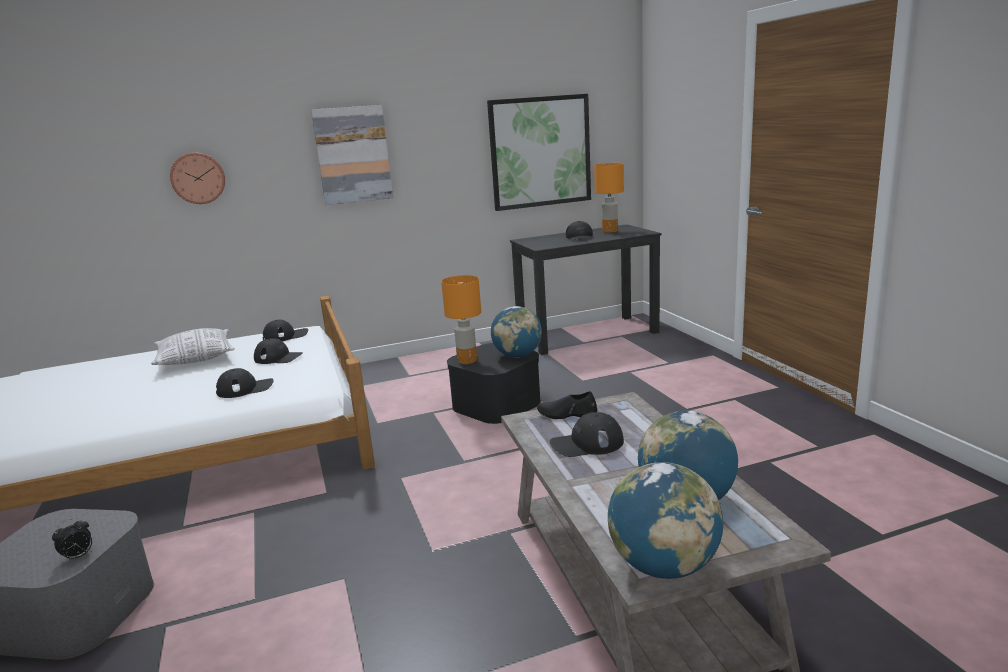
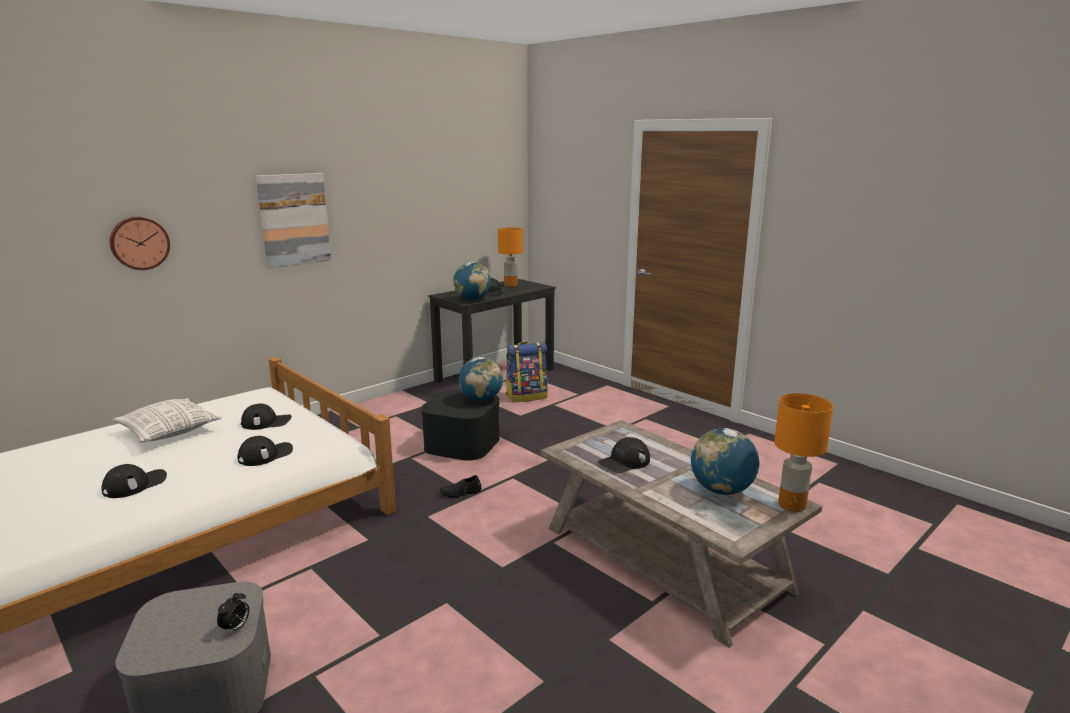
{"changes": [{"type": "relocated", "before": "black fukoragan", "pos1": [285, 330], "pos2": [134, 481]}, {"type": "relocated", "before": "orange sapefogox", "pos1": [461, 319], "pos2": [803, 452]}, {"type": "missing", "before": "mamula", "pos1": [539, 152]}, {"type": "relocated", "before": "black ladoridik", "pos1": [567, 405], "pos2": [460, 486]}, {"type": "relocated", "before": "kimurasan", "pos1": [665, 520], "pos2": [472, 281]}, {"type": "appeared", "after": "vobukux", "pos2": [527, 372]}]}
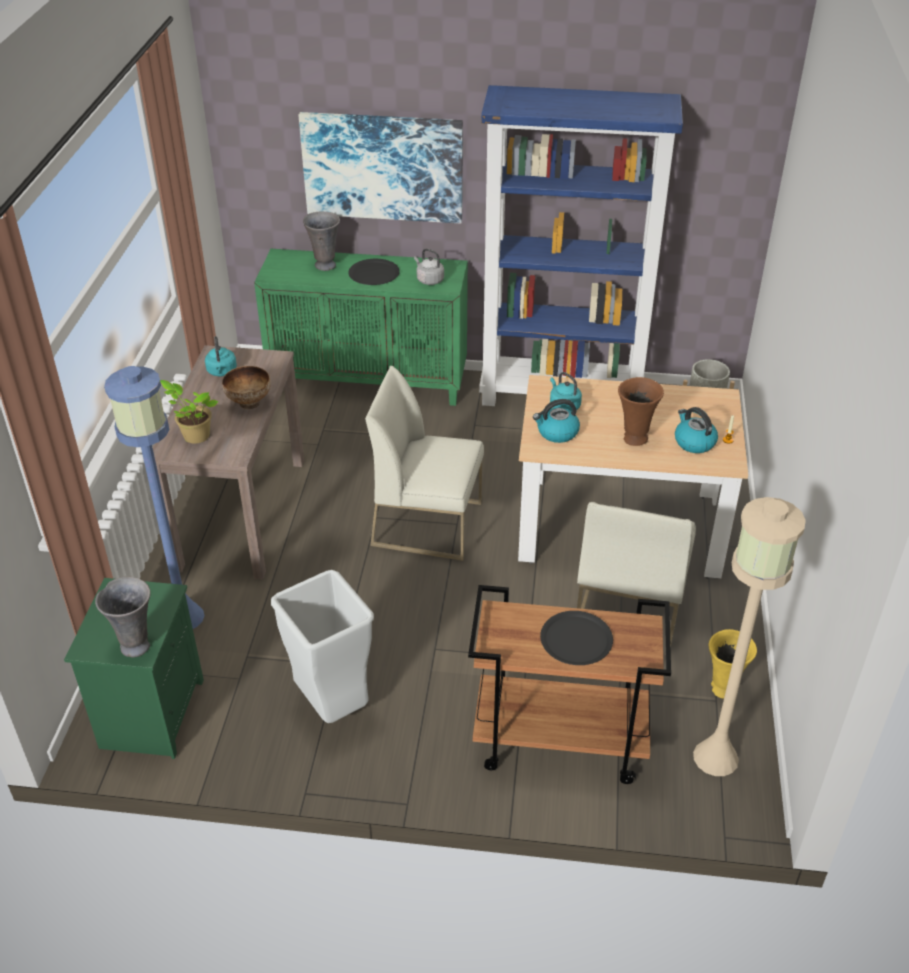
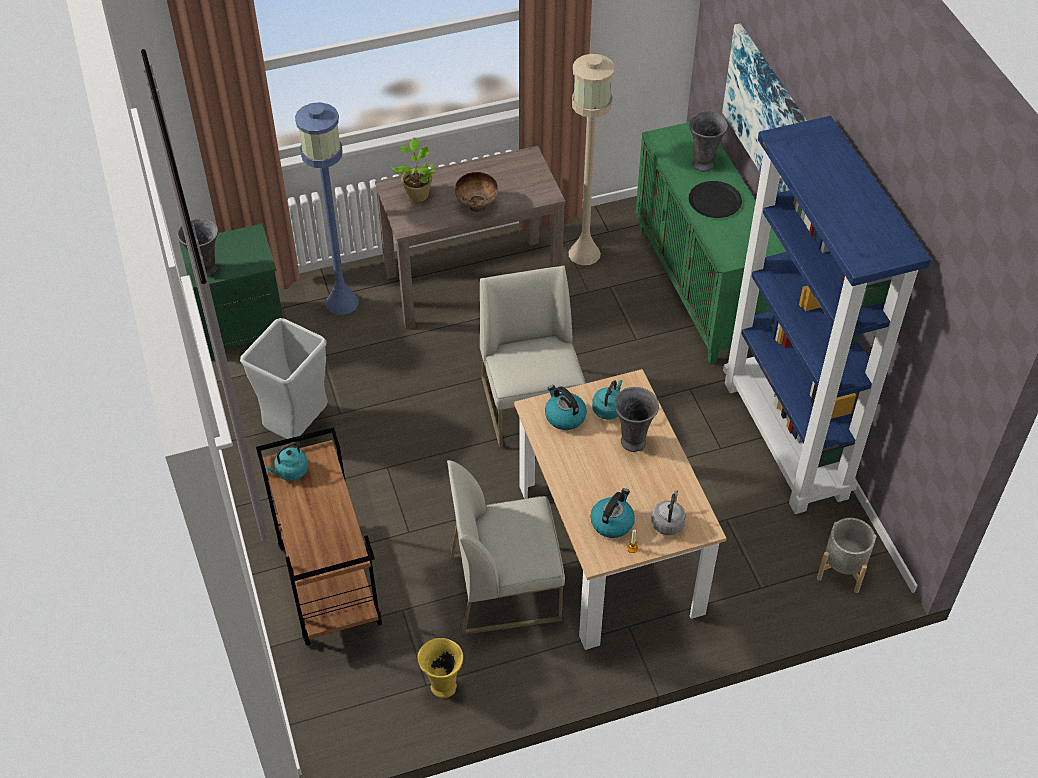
{"changes": [{"type": "relocated", "before": "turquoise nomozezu", "pos1": [221, 356], "pos2": [286, 461]}, {"type": "relocated", "before": "grey nomozezu", "pos1": [429, 266], "pos2": [668, 512]}, {"type": "missing", "before": "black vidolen", "pos1": [576, 638]}, {"type": "missing", "before": "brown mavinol", "pos1": [641, 411]}, {"type": "relocated", "before": "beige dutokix", "pos1": [749, 636], "pos2": [592, 159]}, {"type": "appeared", "after": "grey mavinol", "pos2": [637, 419]}]}
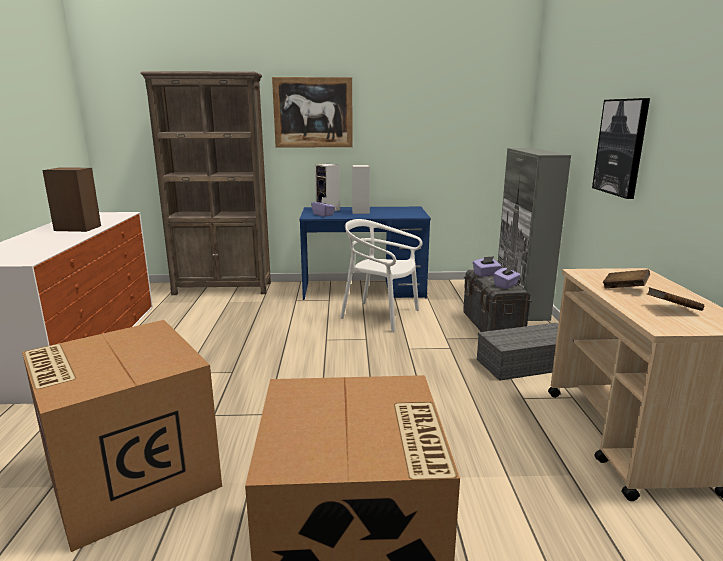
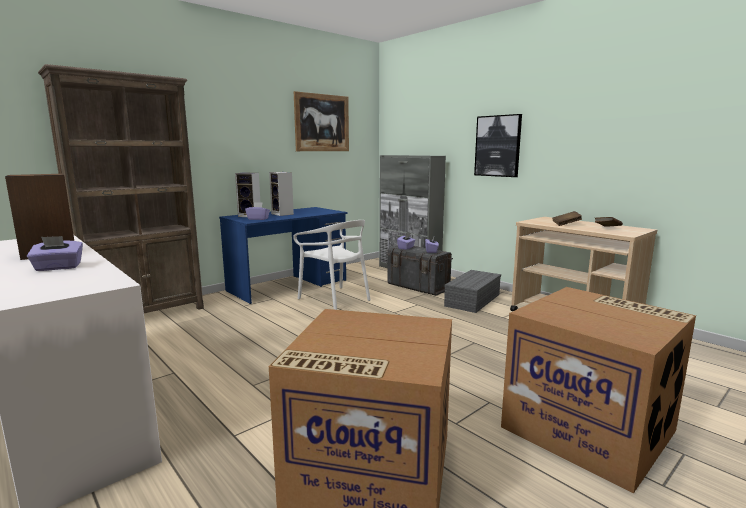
{"changes": [{"type": "relocated", "before": "mamula", "pos1": [312, 112], "pos2": [321, 121]}, {"type": "spun", "before": "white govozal", "pos1": [381, 275], "pos2": [332, 265], "turn": -120}, {"type": "appeared", "after": "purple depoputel", "pos2": [55, 253]}]}
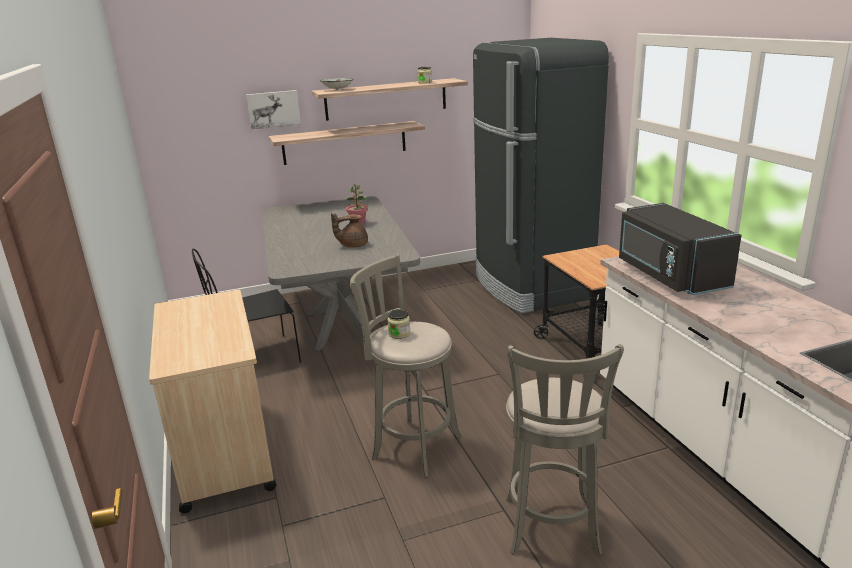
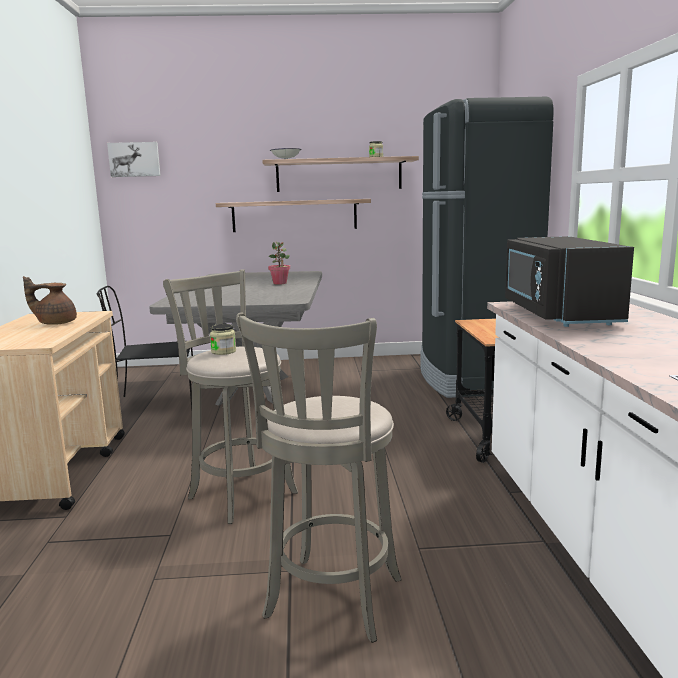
{"changes": [{"type": "relocated", "before": "mamula", "pos1": [273, 110], "pos2": [134, 159]}, {"type": "relocated", "before": "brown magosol", "pos1": [349, 230], "pos2": [50, 300]}]}
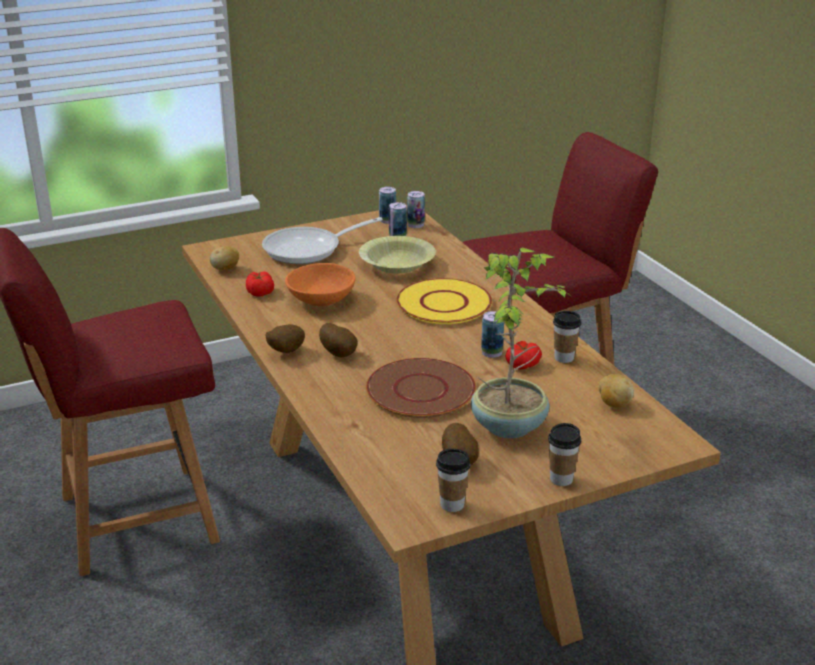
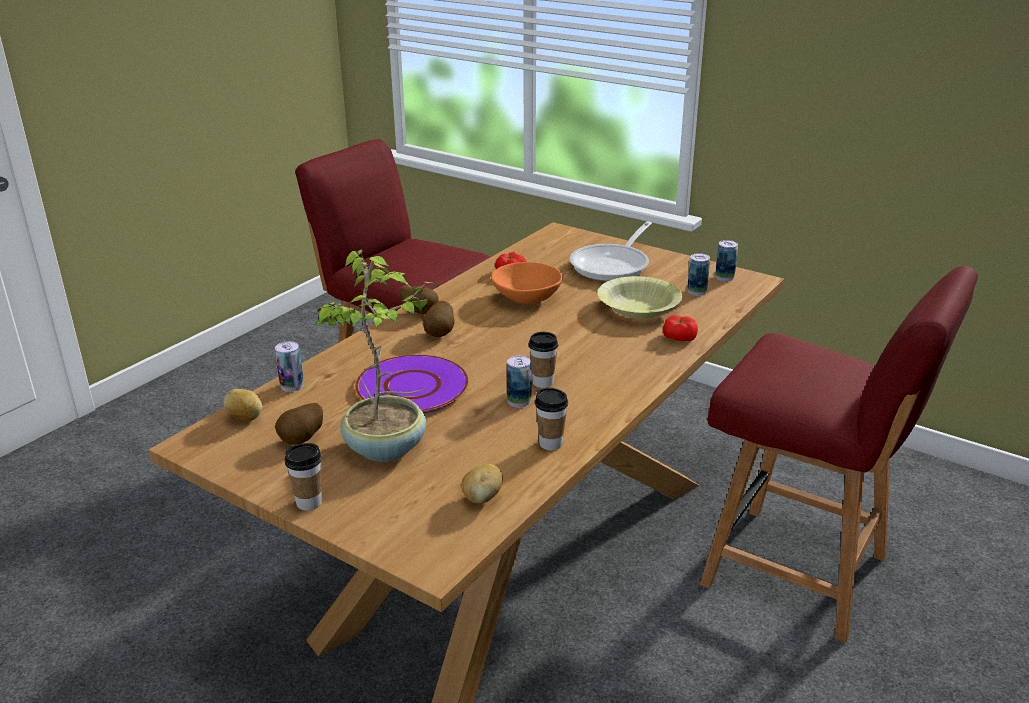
{"changes": [{"type": "relocated", "before": "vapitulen", "pos1": [224, 258], "pos2": [243, 405]}, {"type": "spun", "before": "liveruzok", "pos1": [322, 240], "pos2": [611, 251], "turn": -90}, {"type": "colour", "before": "brown vidolen", "after": "purple vidolen", "pos1": [421, 388], "pos2": [412, 384]}, {"type": "missing", "before": "yellow vidolen", "pos1": [444, 301]}, {"type": "relocated", "before": "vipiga", "pos1": [416, 209], "pos2": [289, 366]}, {"type": "relocated", "before": "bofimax", "pos1": [453, 480], "pos2": [543, 360]}, {"type": "relocated", "before": "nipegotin", "pos1": [524, 355], "pos2": [680, 328]}]}
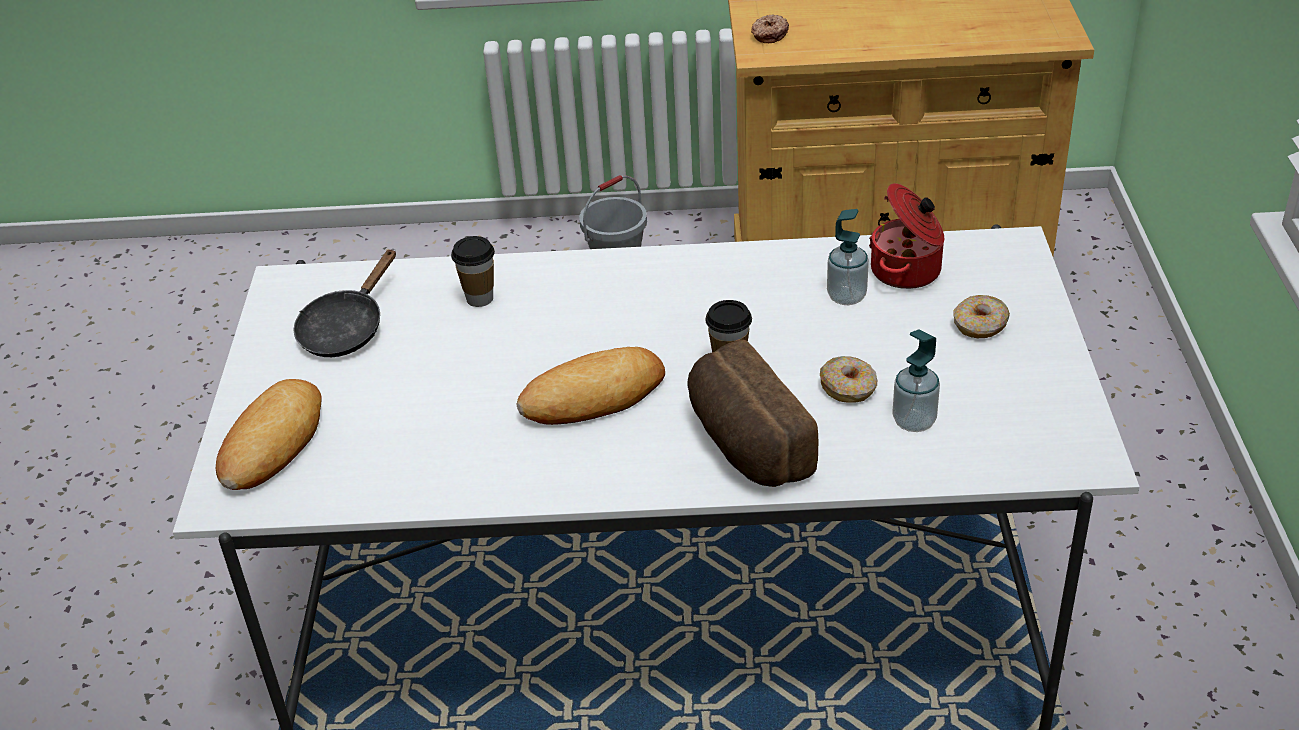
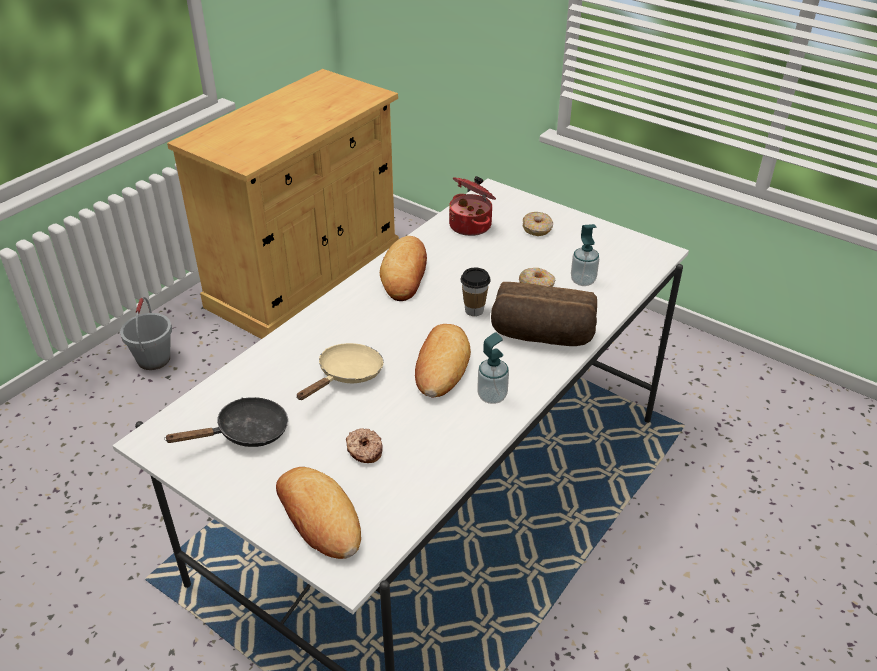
{"changes": [{"type": "spun", "before": "black liveruzok", "pos1": [344, 303], "pos2": [226, 422], "turn": -90}, {"type": "missing", "before": "bofimax", "pos1": [473, 271]}, {"type": "relocated", "before": "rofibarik", "pos1": [770, 28], "pos2": [364, 445]}, {"type": "relocated", "before": "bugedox", "pos1": [848, 257], "pos2": [493, 368]}, {"type": "appeared", "after": "beige liveruzok", "pos2": [340, 371]}, {"type": "appeared", "after": "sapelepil", "pos2": [403, 268]}]}
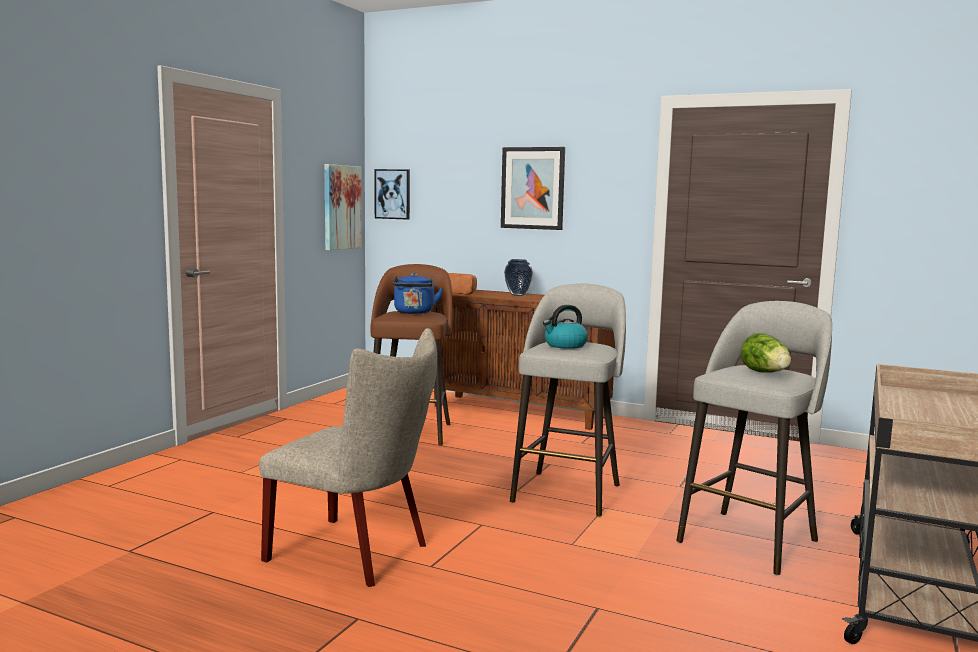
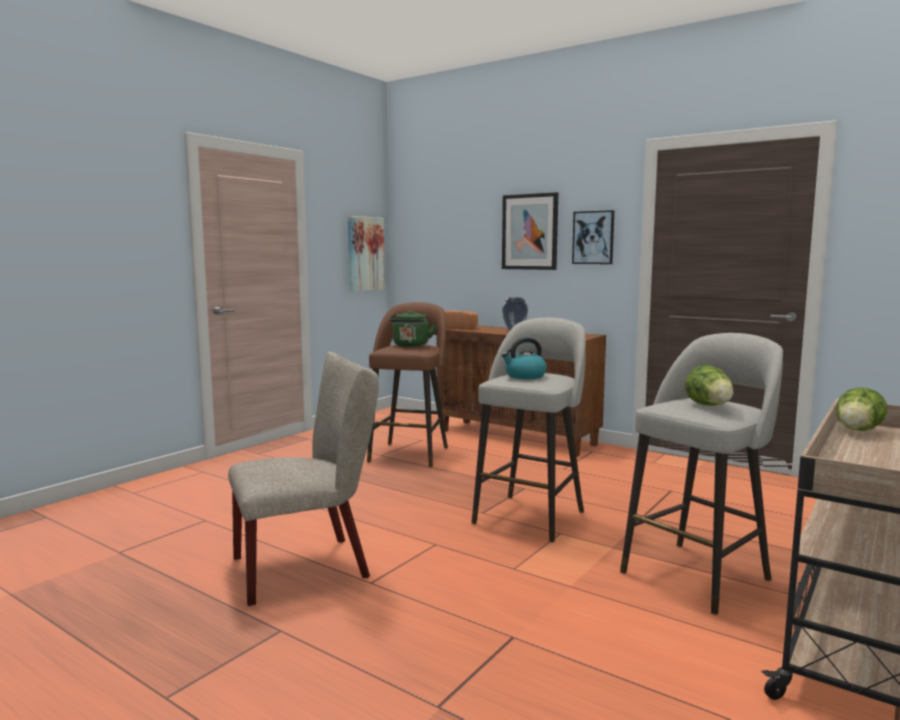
{"changes": [{"type": "spun", "before": "beige govozal", "pos1": [348, 457], "pos2": [303, 479], "turn": -60}, {"type": "relocated", "before": "mamula", "pos1": [392, 194], "pos2": [593, 237]}, {"type": "colour", "before": "blue nomozezu", "after": "green nomozezu", "pos1": [418, 293], "pos2": [413, 328]}, {"type": "appeared", "after": "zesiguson", "pos2": [862, 409]}]}
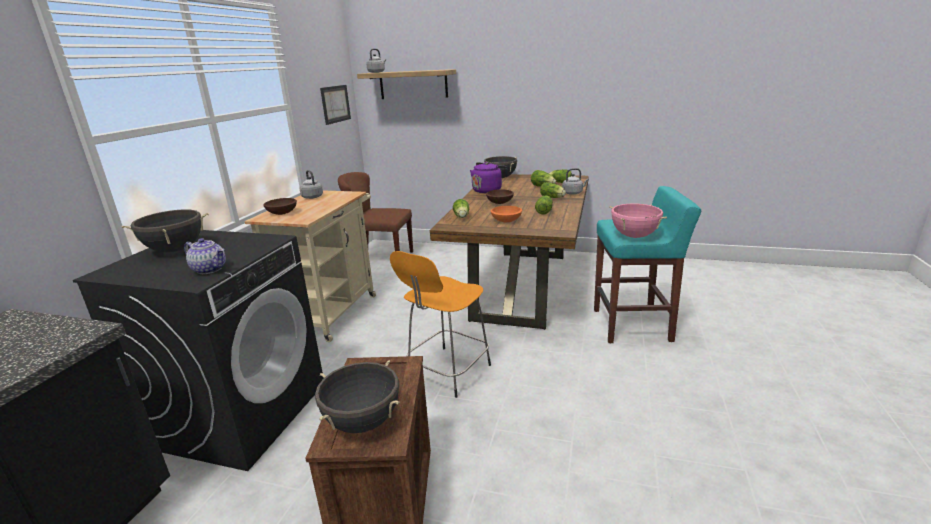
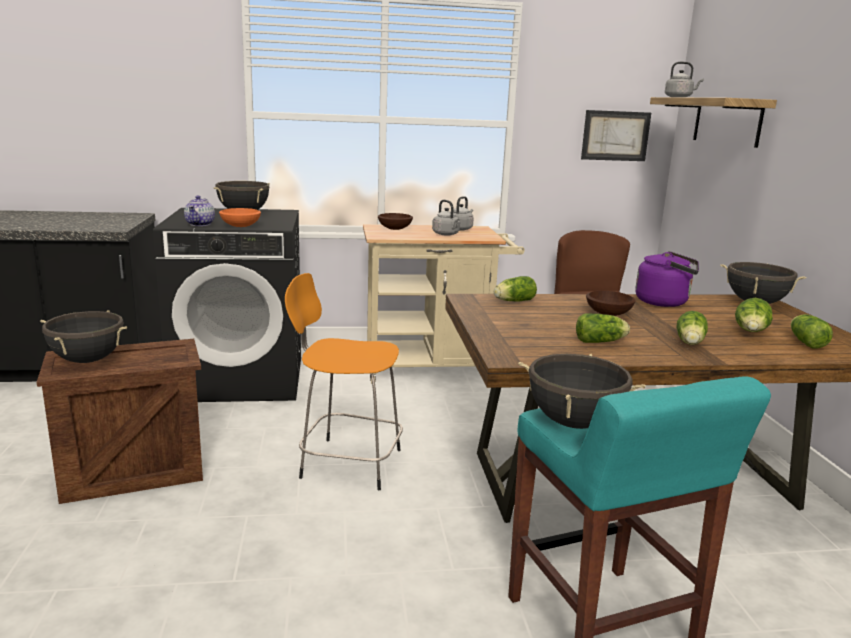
{"changes": [{"type": "relocated", "before": "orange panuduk", "pos1": [506, 214], "pos2": [240, 217]}, {"type": "relocated", "before": "grey nomozezu", "pos1": [575, 181], "pos2": [446, 218]}, {"type": "colour", "before": "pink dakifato", "after": "black dakifato", "pos1": [638, 221], "pos2": [582, 391]}]}
